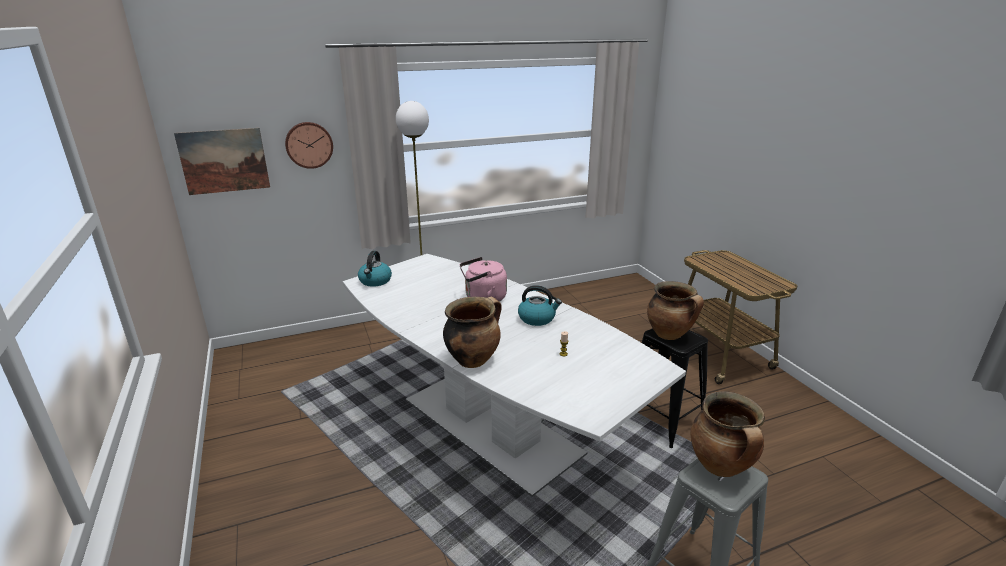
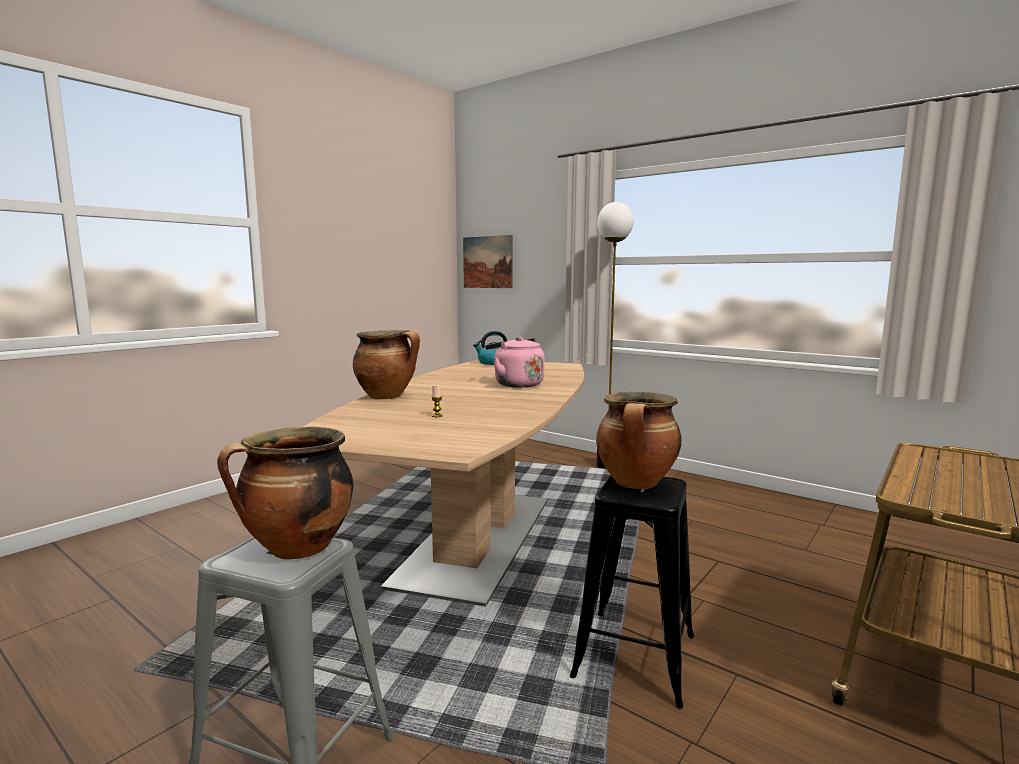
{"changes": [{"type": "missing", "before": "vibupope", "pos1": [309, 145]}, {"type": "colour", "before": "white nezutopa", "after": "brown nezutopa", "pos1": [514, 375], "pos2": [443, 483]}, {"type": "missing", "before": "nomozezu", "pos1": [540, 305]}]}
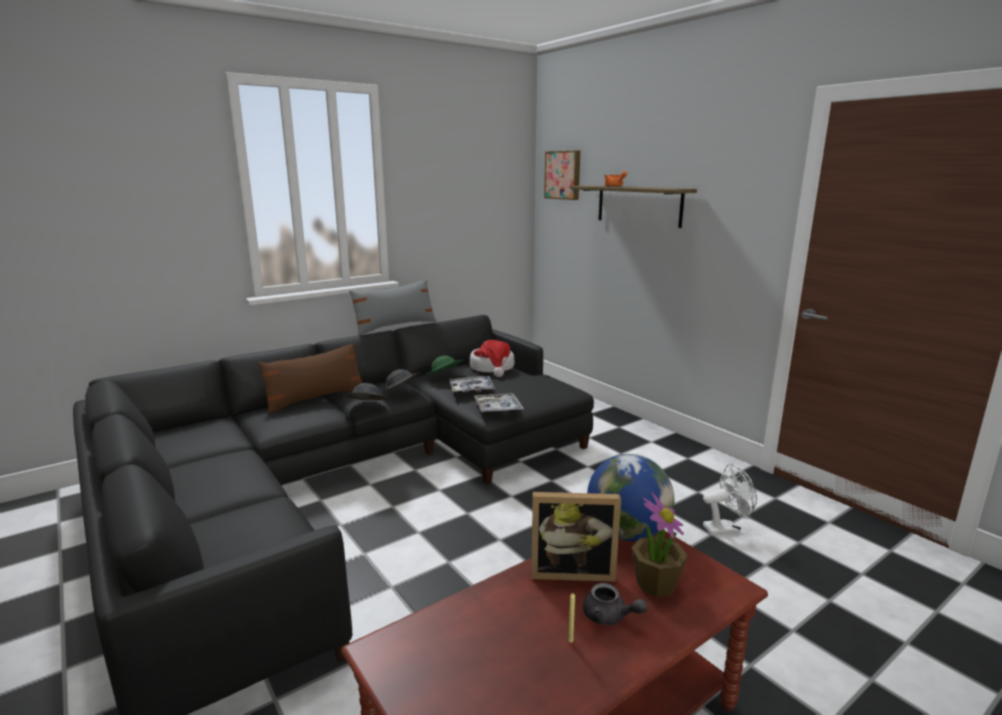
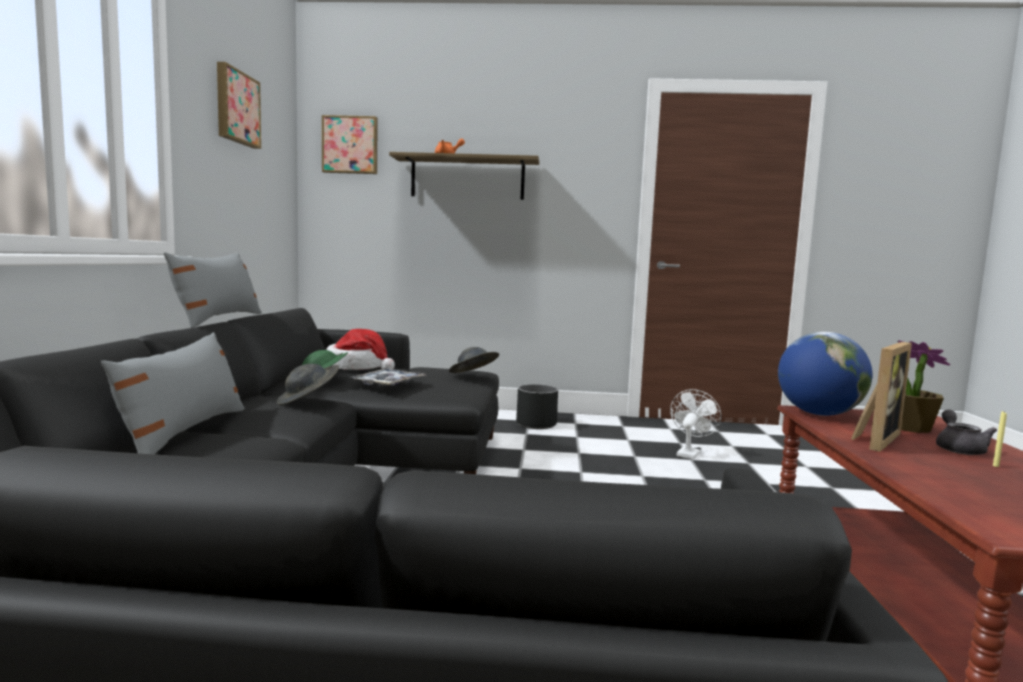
{"changes": [{"type": "colour", "before": "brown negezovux", "after": "grey negezovux", "pos1": [310, 378], "pos2": [173, 393]}, {"type": "relocated", "before": "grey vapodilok", "pos1": [366, 391], "pos2": [474, 360]}, {"type": "missing", "before": "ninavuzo", "pos1": [499, 403]}, {"type": "spun", "before": "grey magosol", "pos1": [615, 604], "pos2": [966, 432], "turn": -60}, {"type": "appeared", "after": "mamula", "pos2": [239, 105]}, {"type": "appeared", "after": "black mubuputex", "pos2": [537, 406]}]}
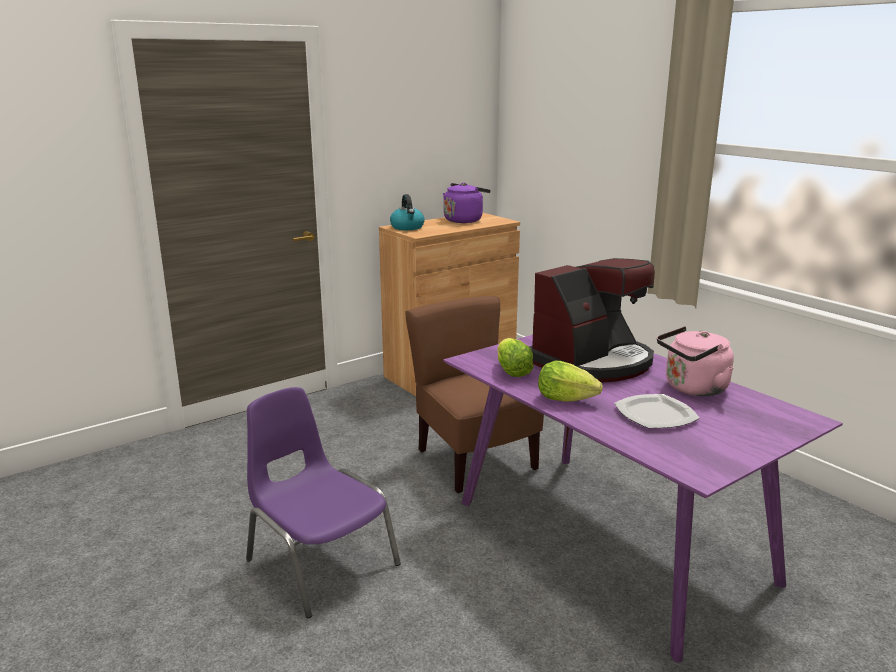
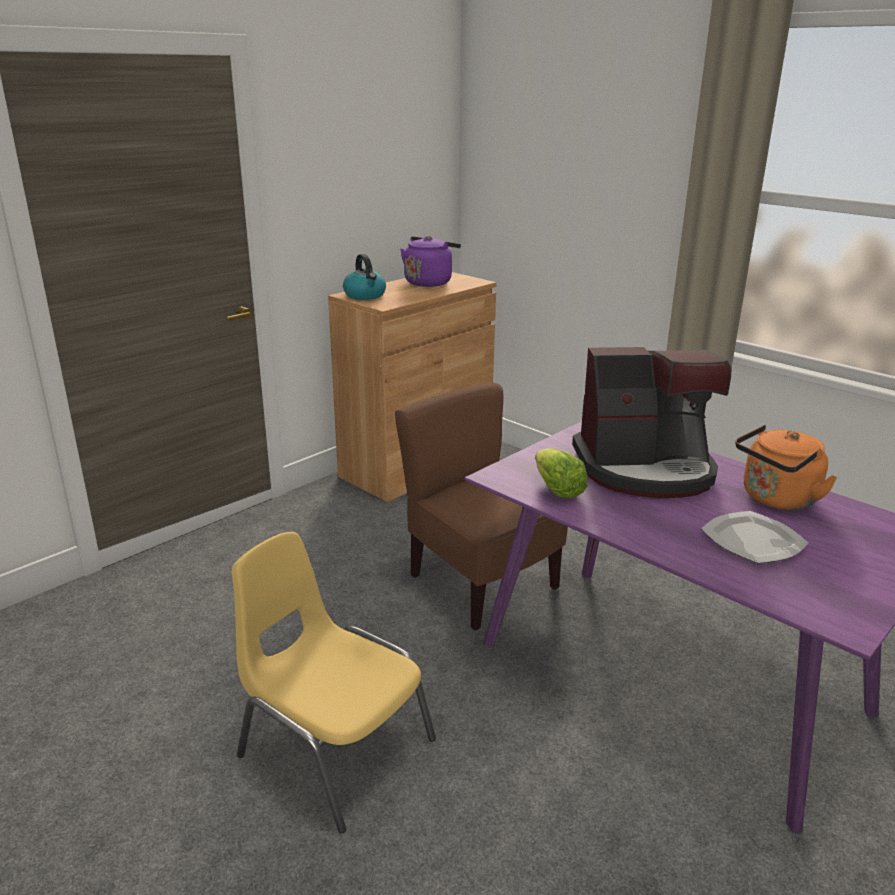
{"changes": [{"type": "colour", "before": "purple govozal", "after": "yellow govozal", "pos1": [323, 502], "pos2": [334, 683]}, {"type": "spun", "before": "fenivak", "pos1": [592, 320], "pos2": [651, 422], "turn": 45}, {"type": "missing", "before": "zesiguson", "pos1": [570, 381]}, {"type": "colour", "before": "pink nomozezu", "after": "orange nomozezu", "pos1": [695, 361], "pos2": [786, 467]}]}
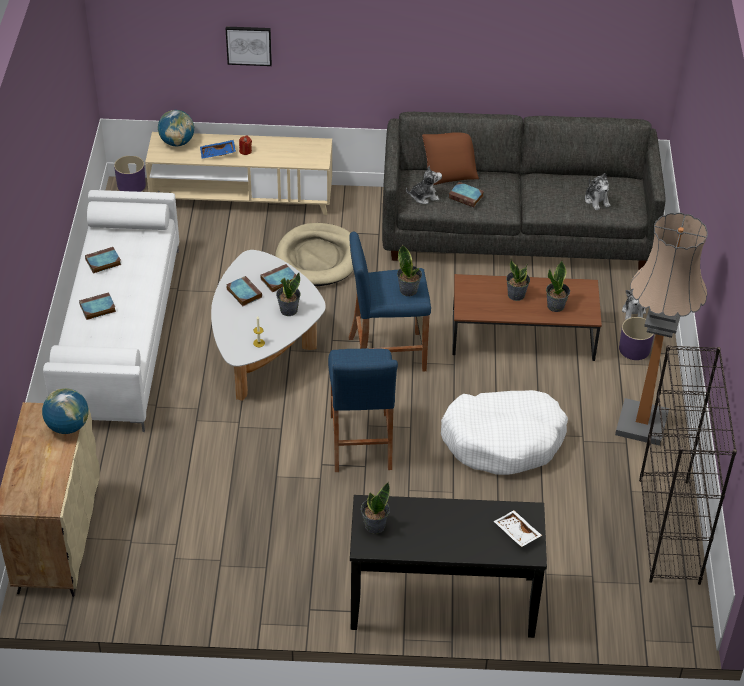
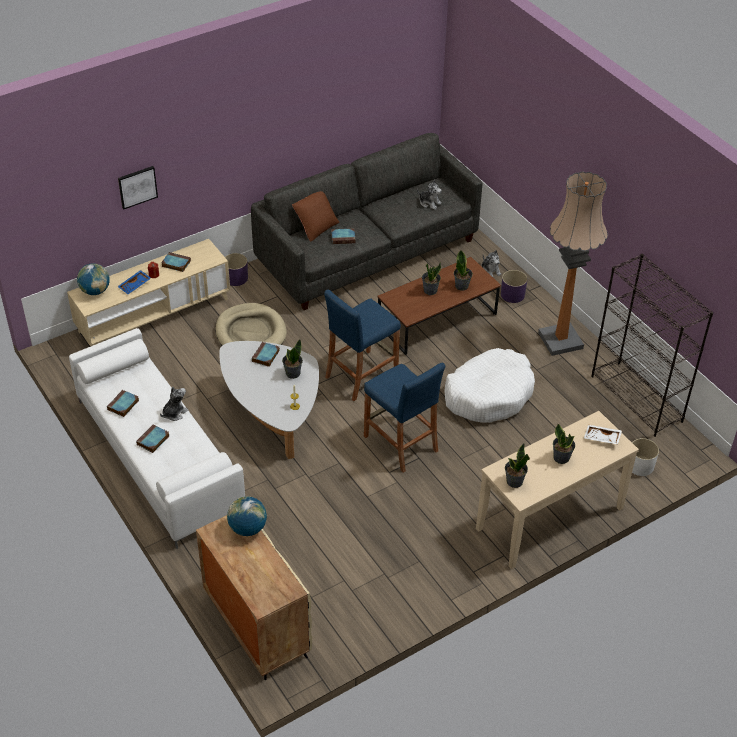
{"changes": [{"type": "relocated", "before": "purple mubuputex", "pos1": [130, 174], "pos2": [236, 269]}, {"type": "relocated", "before": "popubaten", "pos1": [244, 291], "pos2": [176, 262]}, {"type": "colour", "before": "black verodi", "after": "beige verodi", "pos1": [448, 566], "pos2": [557, 490]}, {"type": "relocated", "before": "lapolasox", "pos1": [409, 270], "pos2": [564, 444]}, {"type": "relocated", "before": "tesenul", "pos1": [424, 185], "pos2": [174, 404]}, {"type": "appeared", "after": "white mubuputex", "pos2": [645, 457]}]}
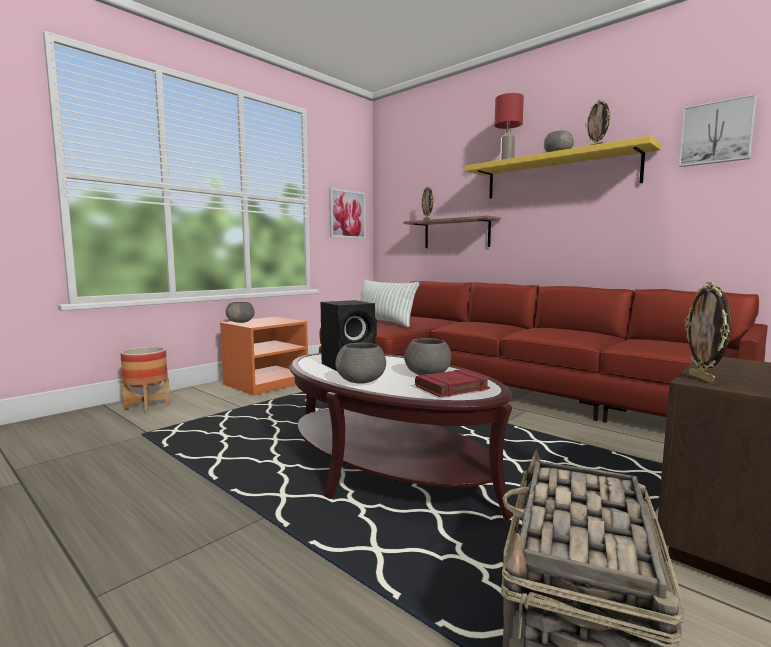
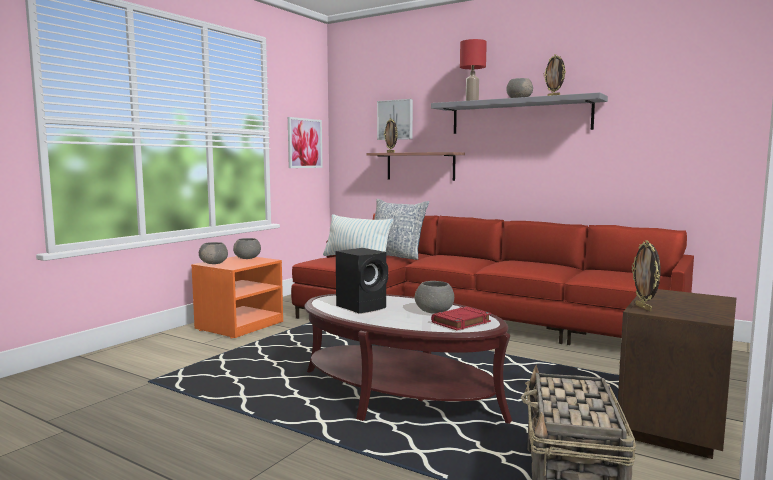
{"changes": [{"type": "missing", "before": "mubuputex", "pos1": [145, 380]}, {"type": "relocated", "before": "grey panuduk", "pos1": [360, 363], "pos2": [247, 248]}, {"type": "colour", "before": "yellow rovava", "after": "grey rovava", "pos1": [563, 167], "pos2": [519, 113]}, {"type": "relocated", "before": "mamula", "pos1": [718, 130], "pos2": [395, 119]}, {"type": "appeared", "after": "negezovux", "pos2": [401, 229]}]}
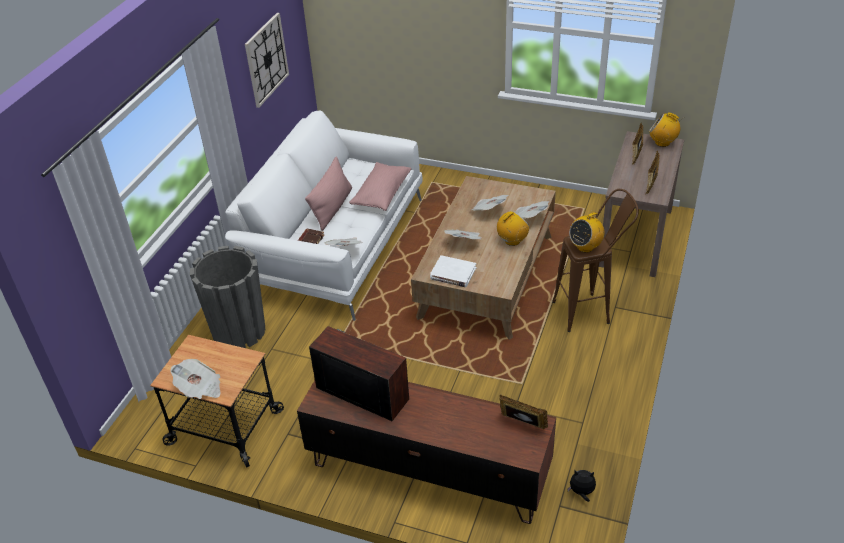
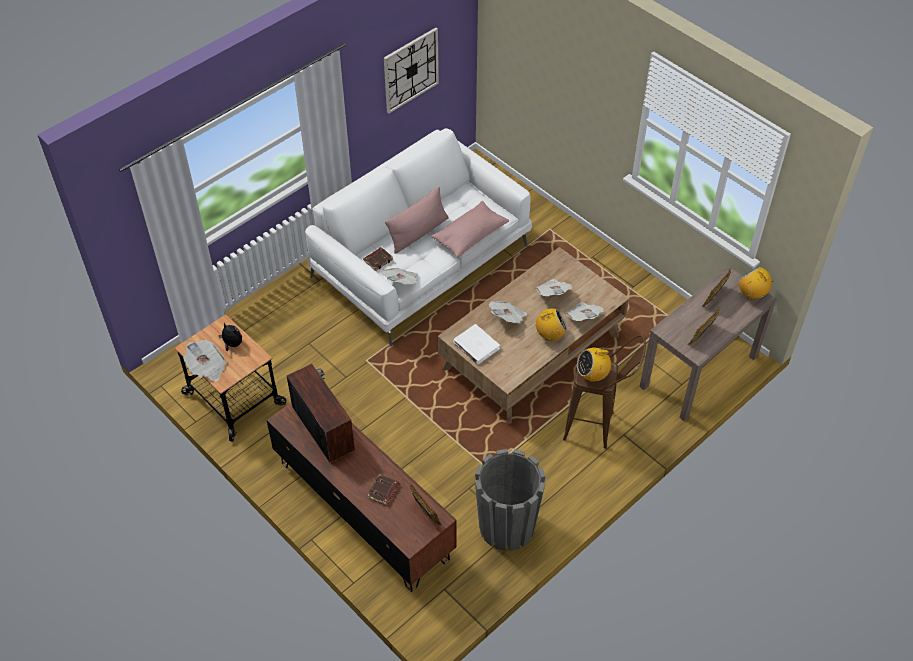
{"changes": [{"type": "relocated", "before": "grey mubuputex", "pos1": [227, 297], "pos2": [510, 500]}, {"type": "relocated", "before": "tesenul", "pos1": [581, 486], "pos2": [230, 337]}, {"type": "appeared", "after": "brown popubaten", "pos2": [383, 489]}]}
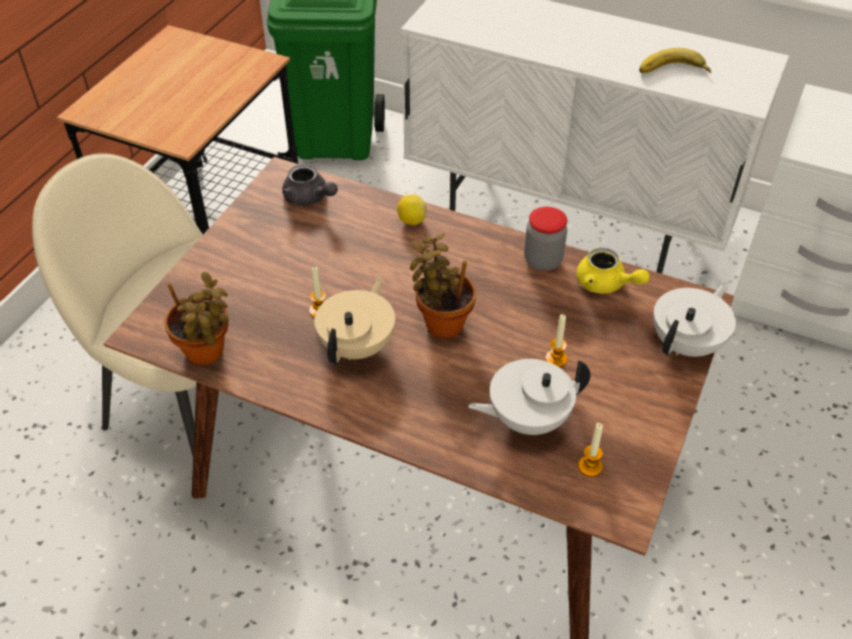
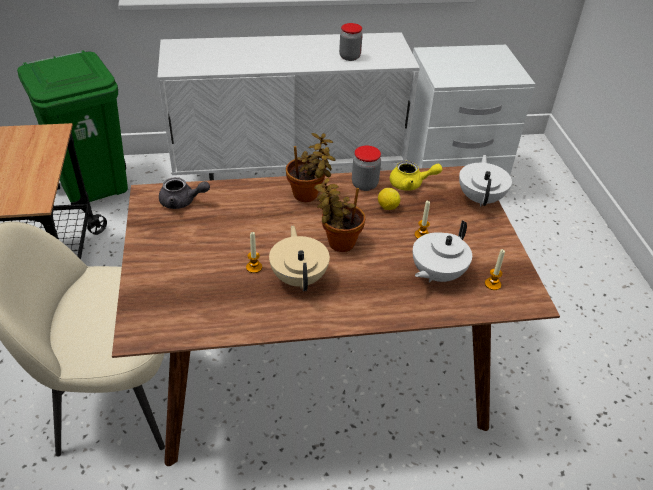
{"changes": [{"type": "relocated", "before": "lapolasox", "pos1": [196, 318], "pos2": [310, 167]}, {"type": "relocated", "before": "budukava", "pos1": [411, 209], "pos2": [389, 199]}, {"type": "exchanged", "before": "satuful", "after": "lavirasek", "pos1": [675, 60], "pos2": [351, 42]}]}
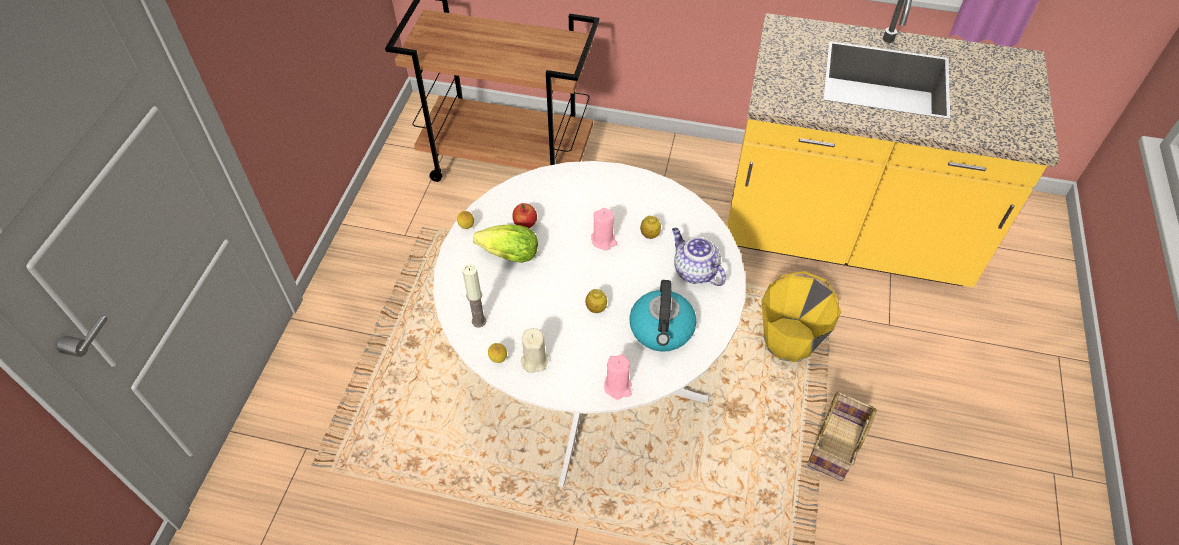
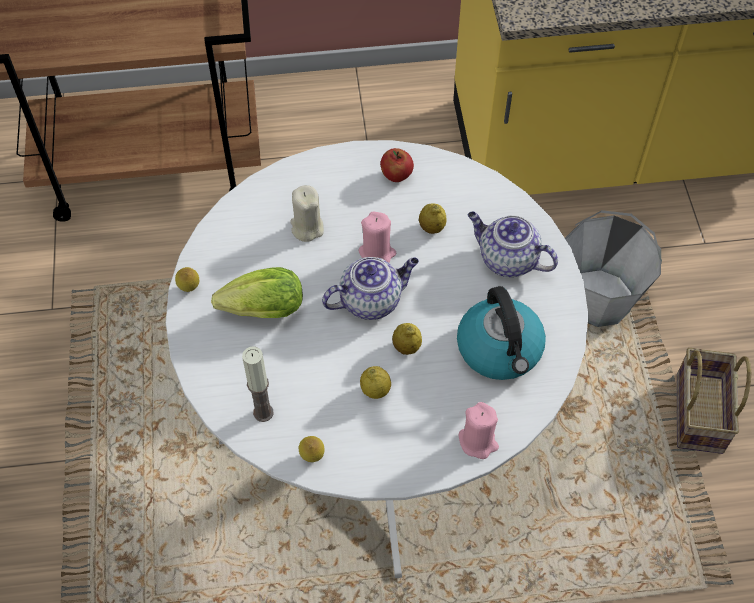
{"changes": [{"type": "relocated", "before": "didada", "pos1": [524, 215], "pos2": [397, 165]}, {"type": "relocated", "before": "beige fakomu", "pos1": [534, 350], "pos2": [307, 213]}, {"type": "colour", "before": "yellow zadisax", "after": "grey zadisax", "pos1": [801, 316], "pos2": [613, 268]}, {"type": "appeared", "after": "magosol", "pos2": [370, 288]}, {"type": "appeared", "after": "budukava", "pos2": [375, 382]}]}
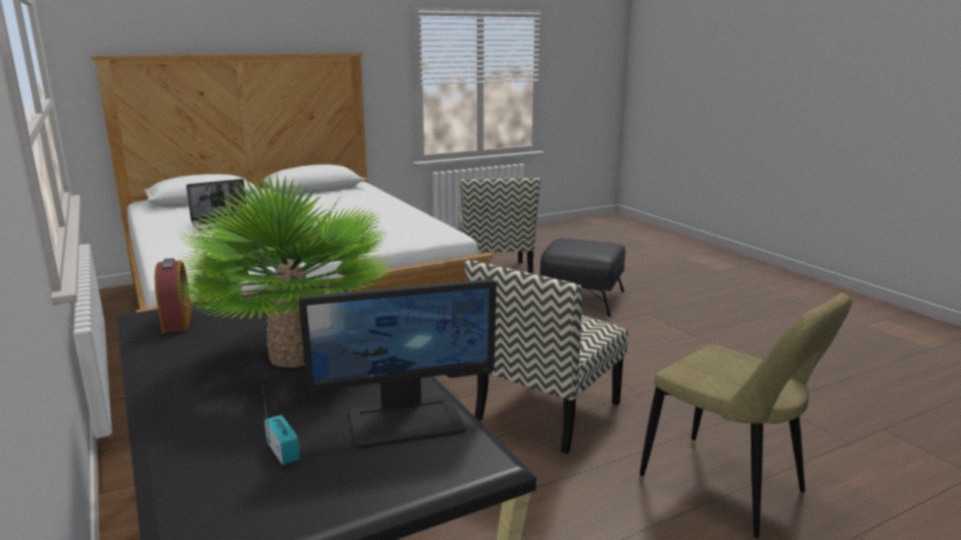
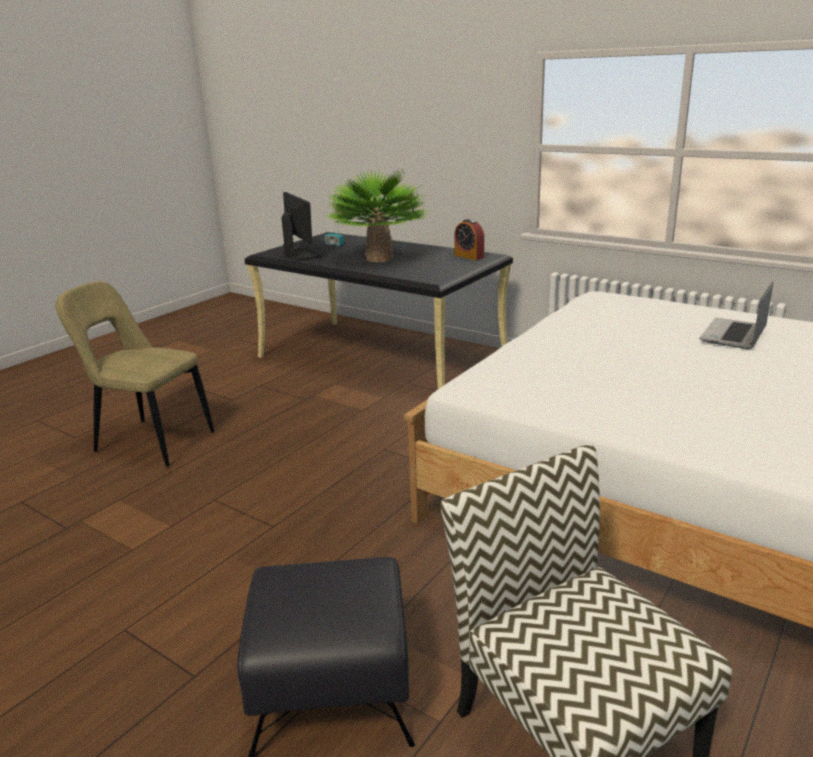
{"changes": [{"type": "spun", "before": "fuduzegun", "pos1": [397, 364], "pos2": [302, 226], "turn": 105}, {"type": "missing", "before": "govozal", "pos1": [546, 357]}]}
